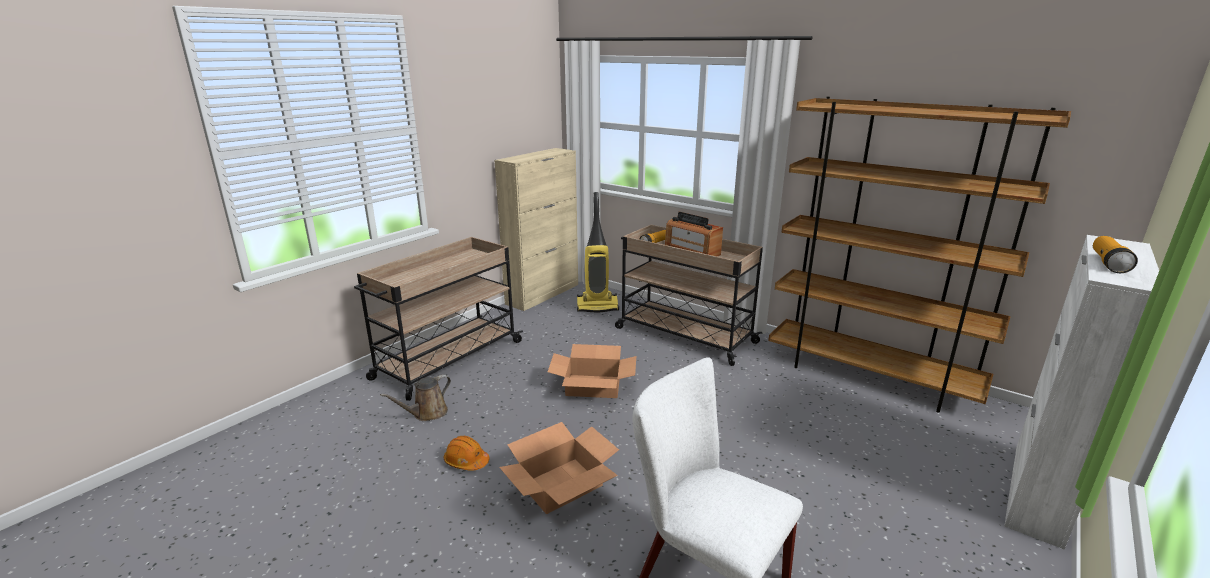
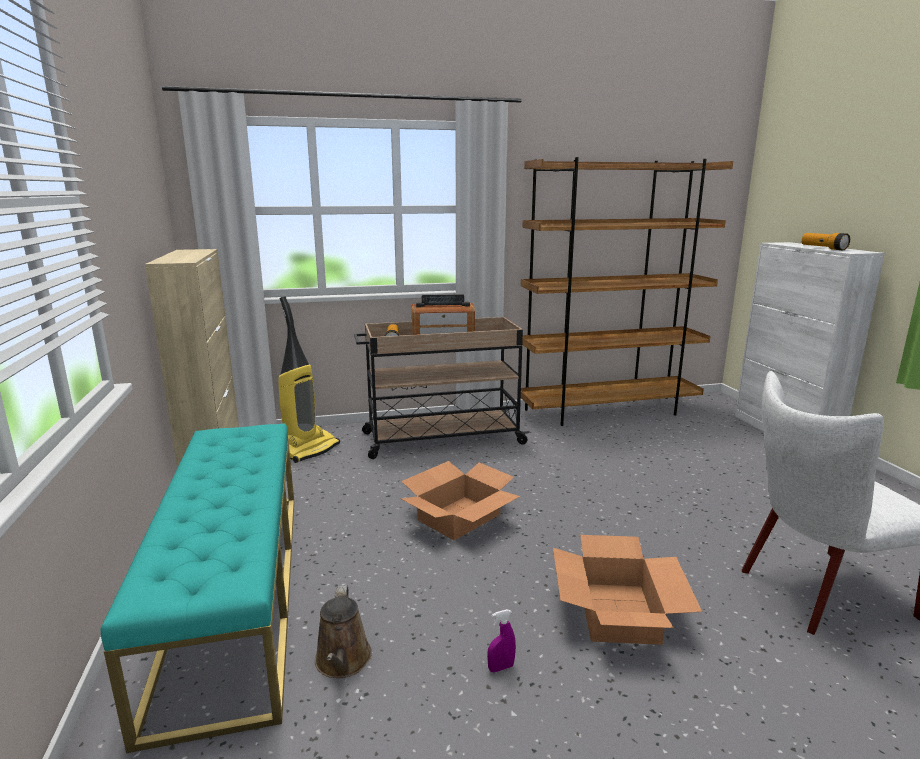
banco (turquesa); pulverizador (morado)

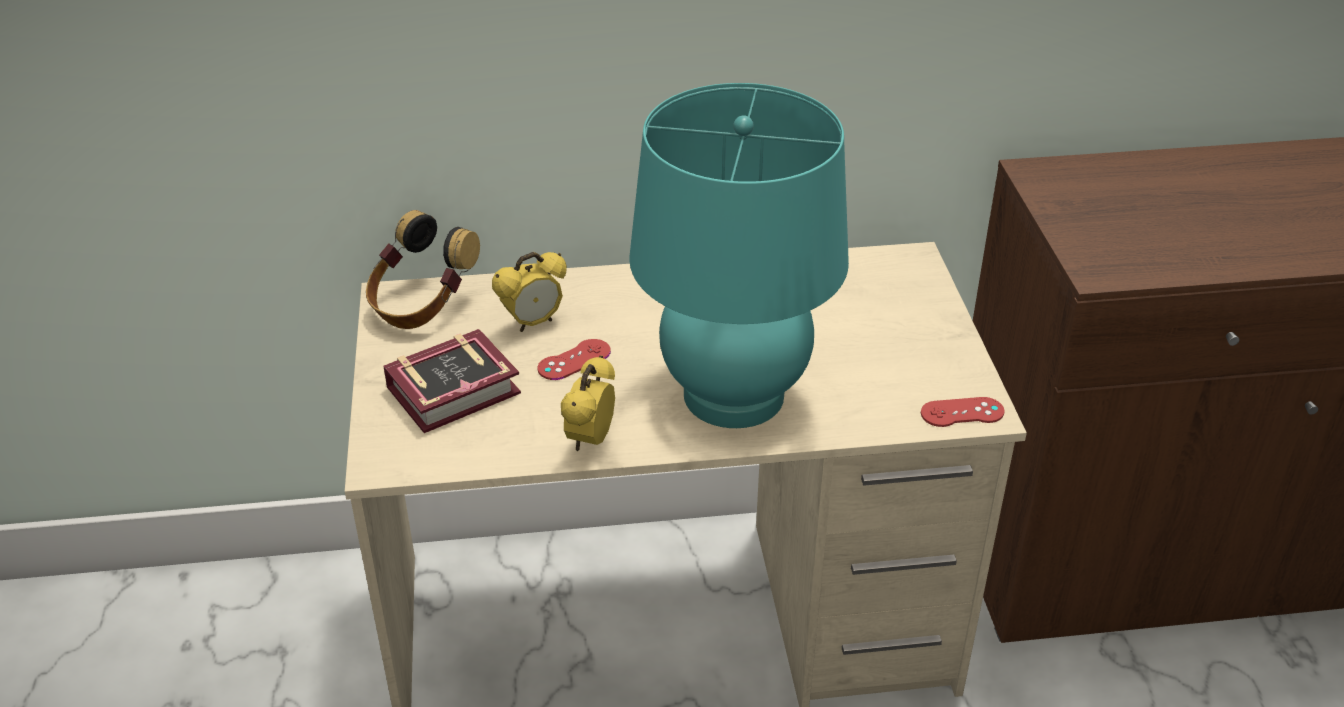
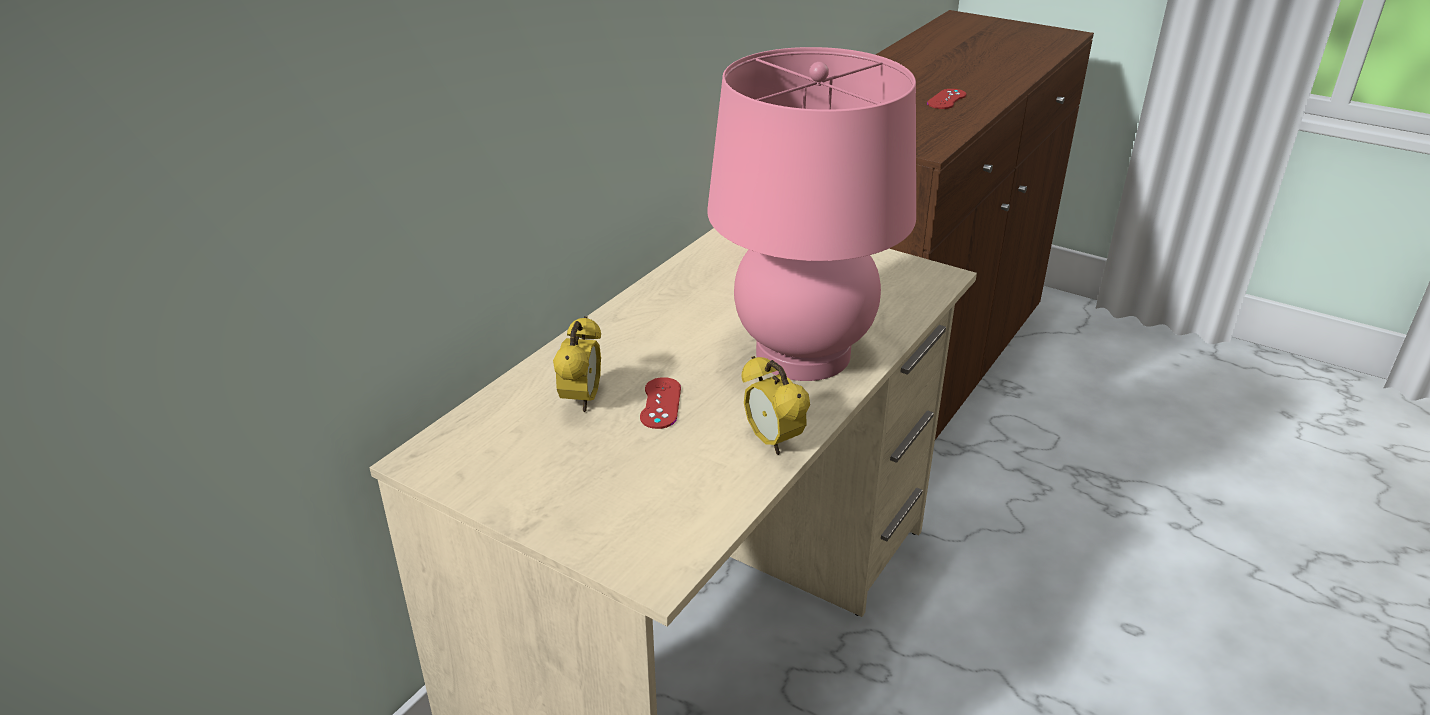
auriculares; libro; lámpara de mesa (rosa); mando de consola (rojo) (2nd from left)

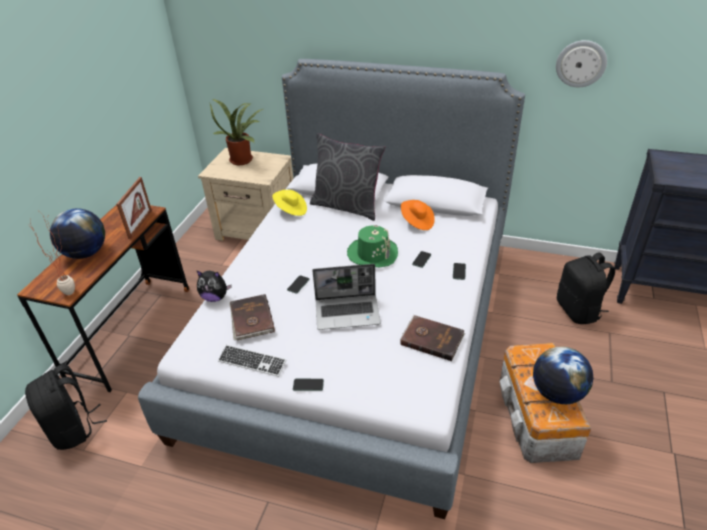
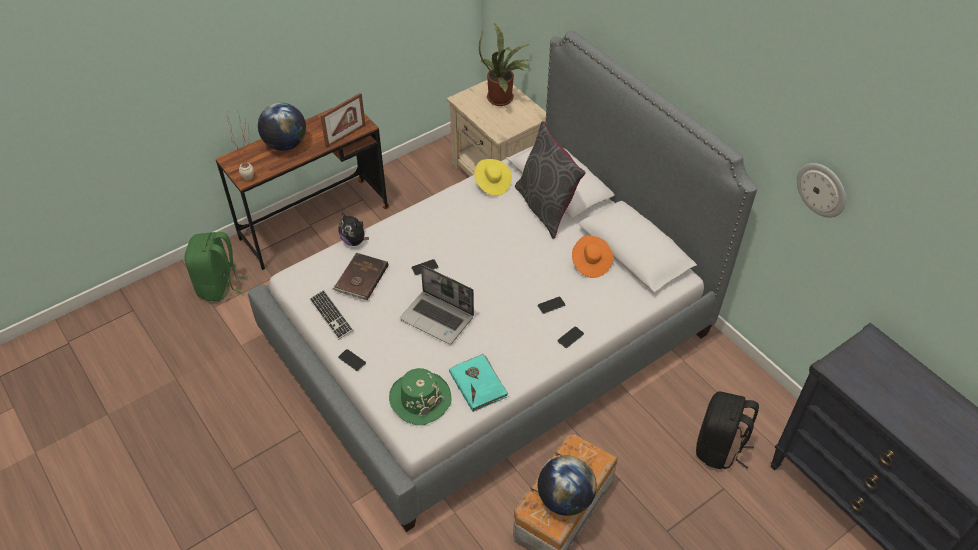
mochila (verde); sombrero (verde); libro (turquesa)

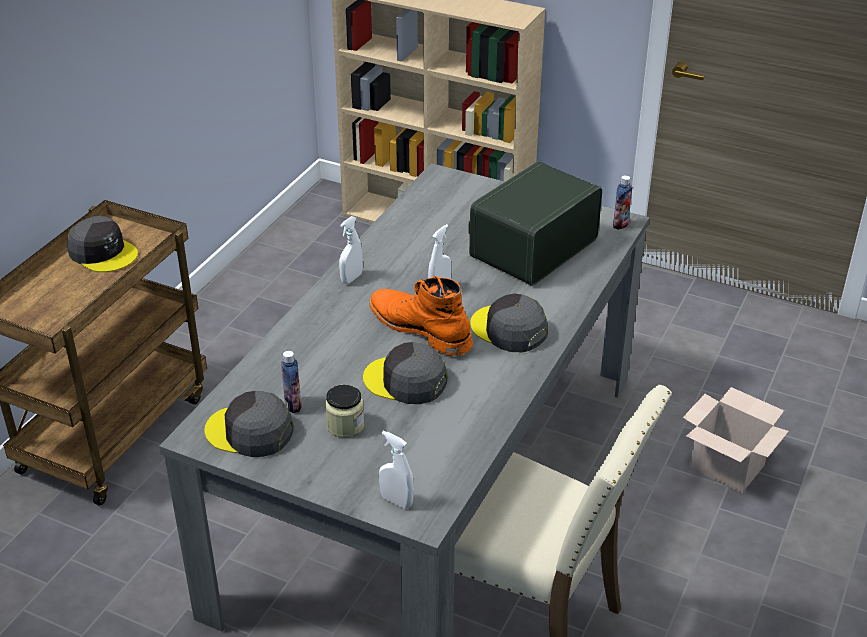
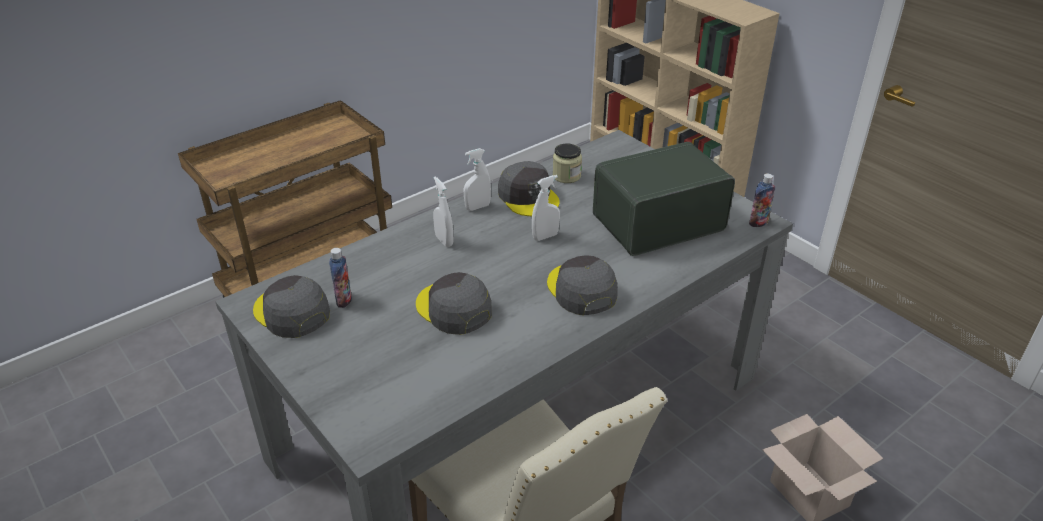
gorra (gris) (3rd from left); tarro; bota (naranja); pulverizador (blanco) (1st from left)

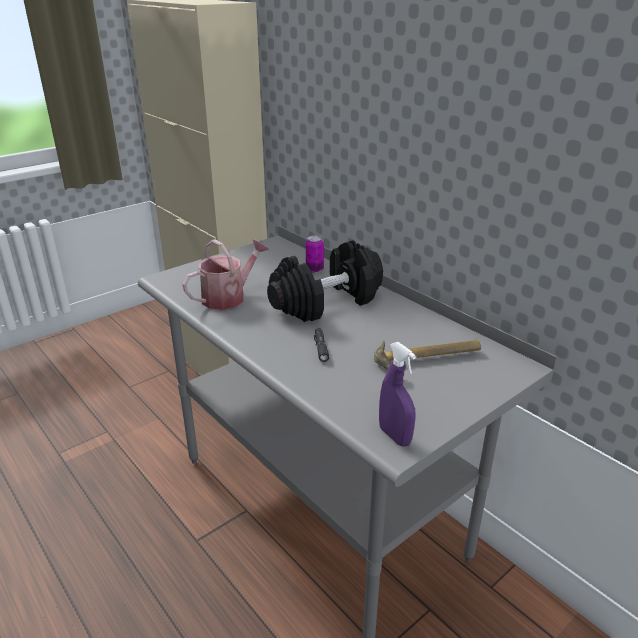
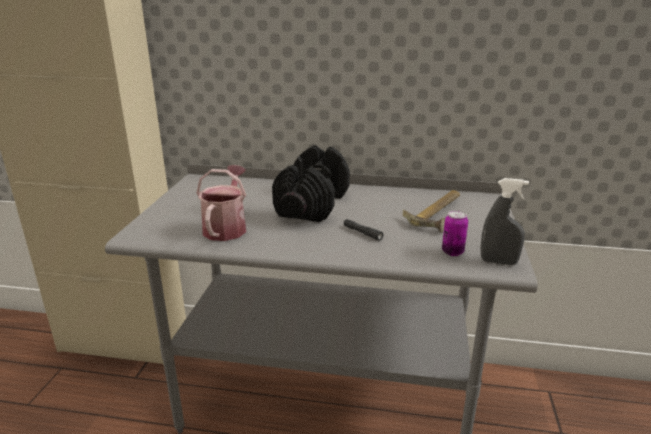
lata; pulverizador (gris)

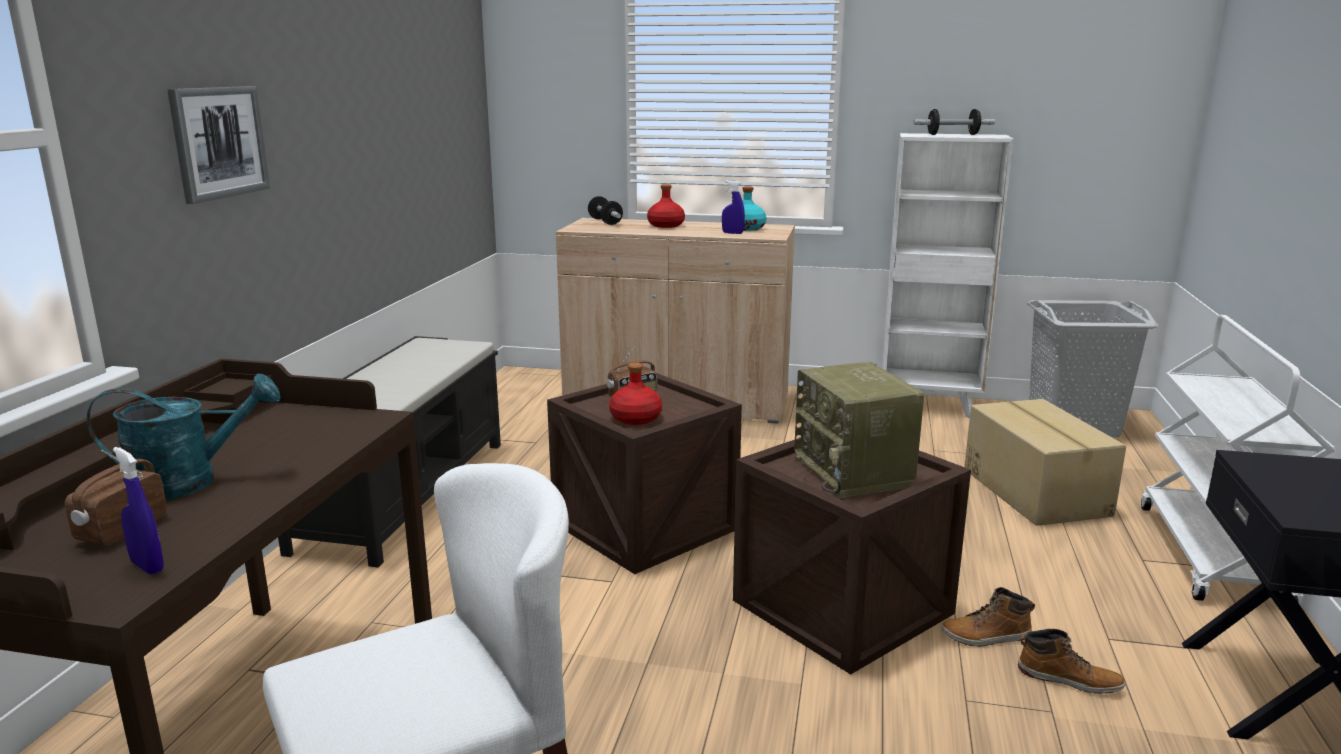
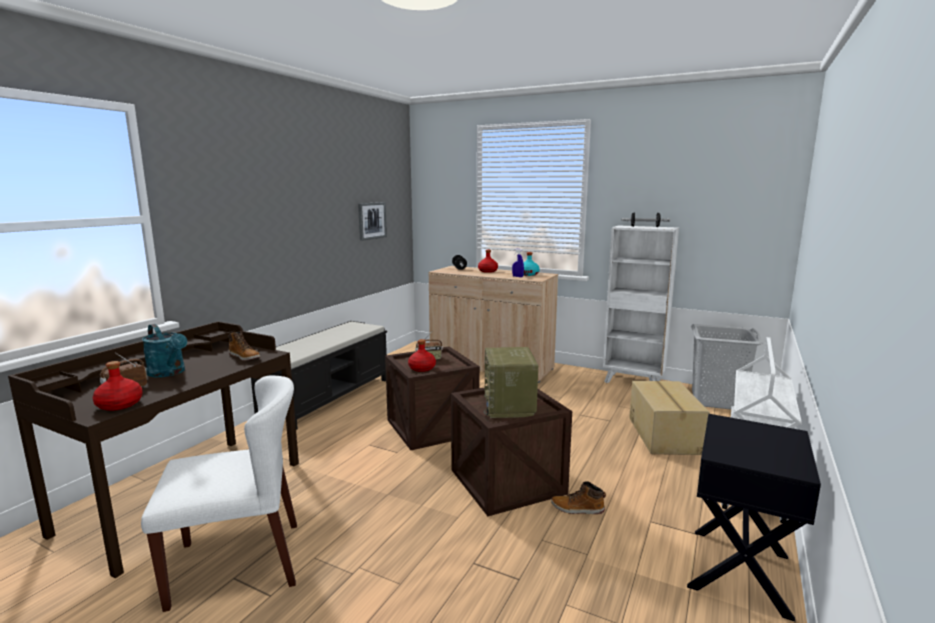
regadera (turquesa); botella (rojo) (1st from left); cuadro; bota (1st from left)

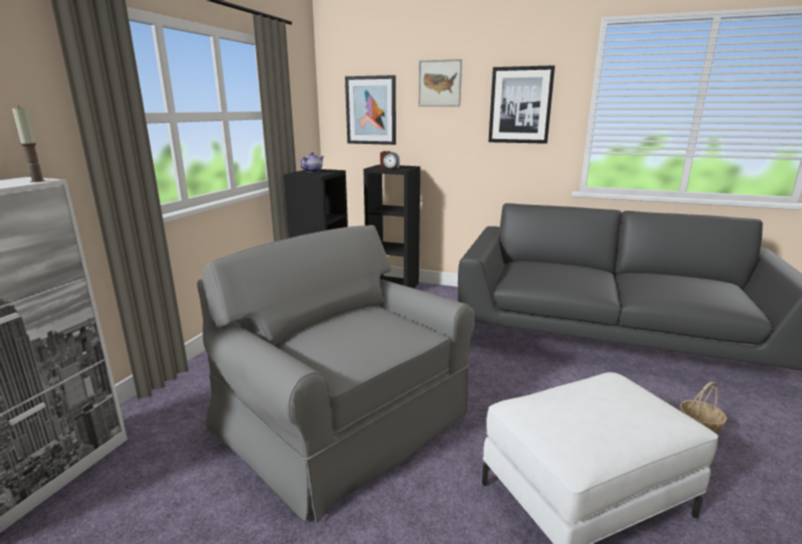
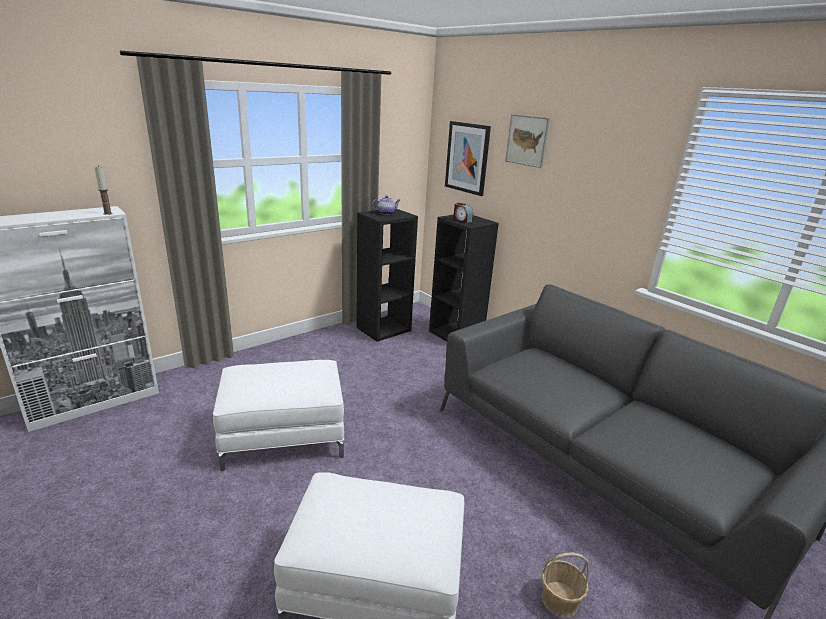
puf (blanco) (1st from left); cuadro (3rd from left in the first image)

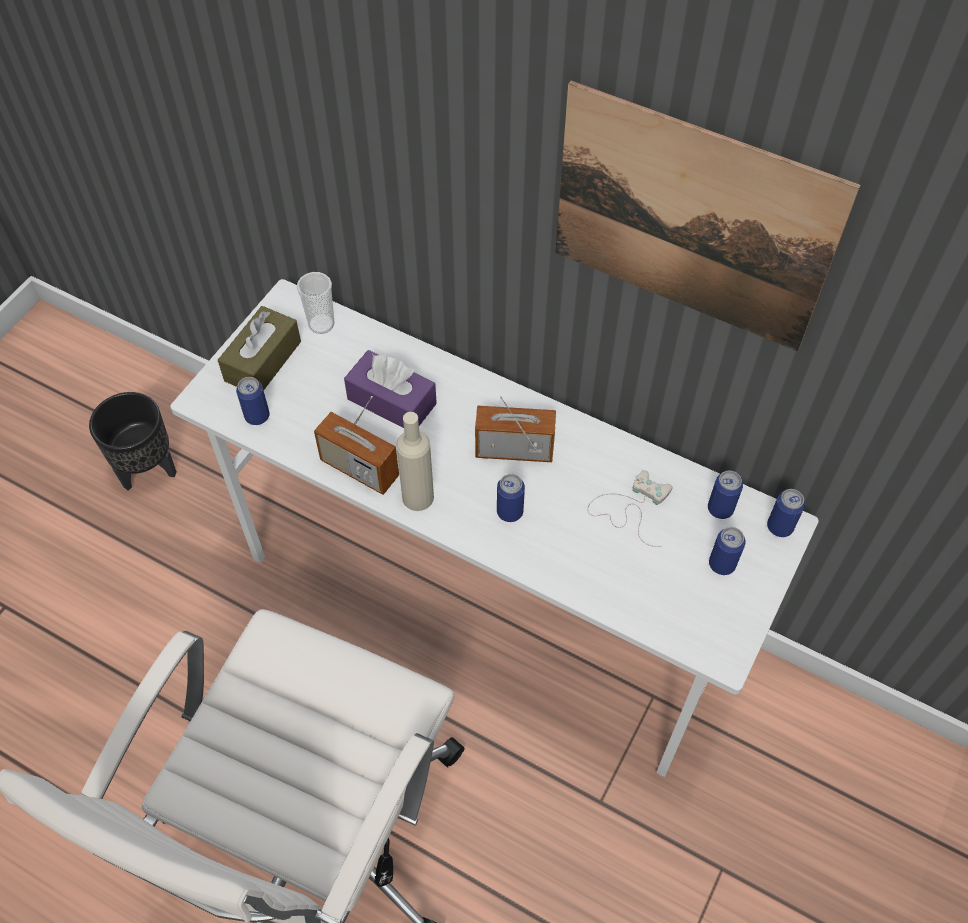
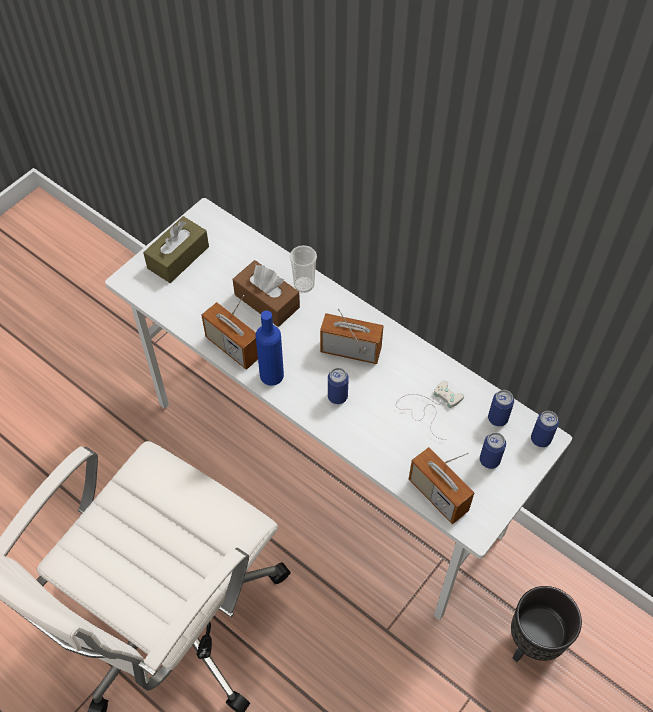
maceta (negro); lata (1st from left in the first image); taza; caja de pañuelos (marrón) (2nd from left); botella (azul); cuadro; radio (3rd from left)

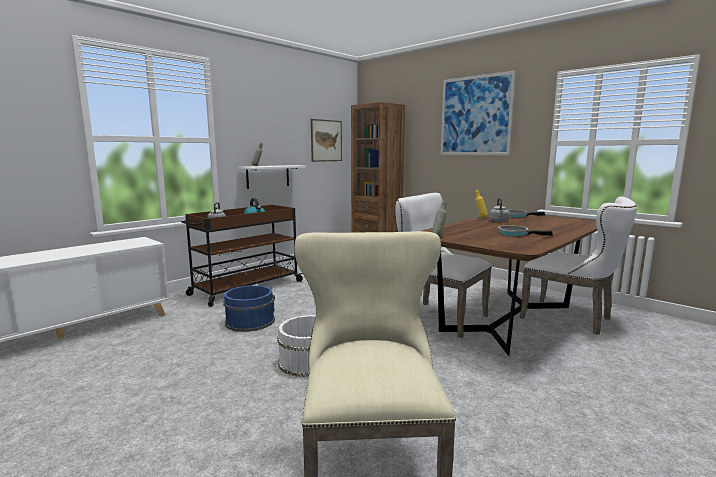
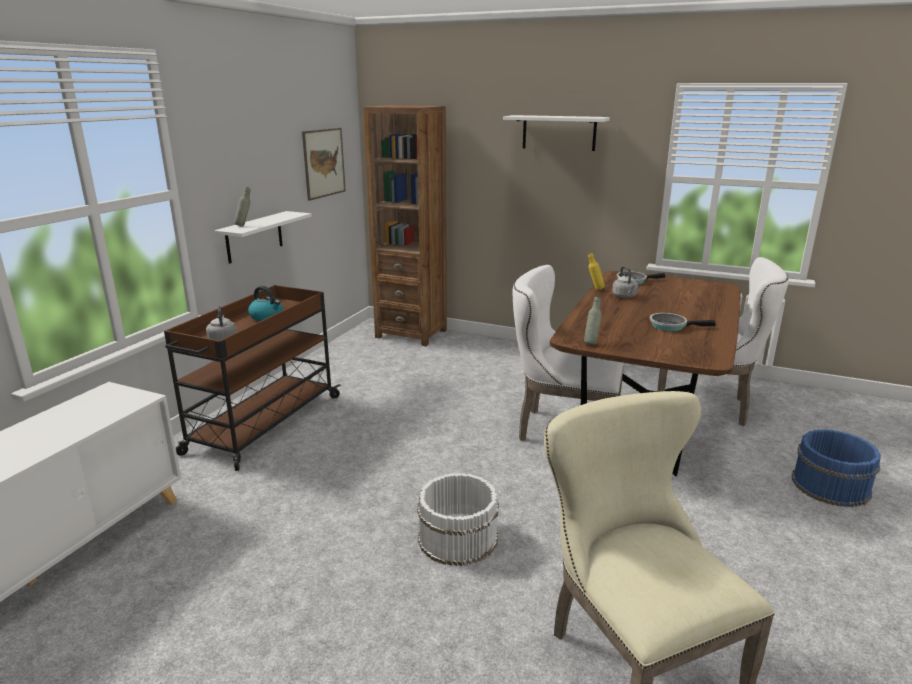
cubo (azul); estante (blanco) (2nd from left)

